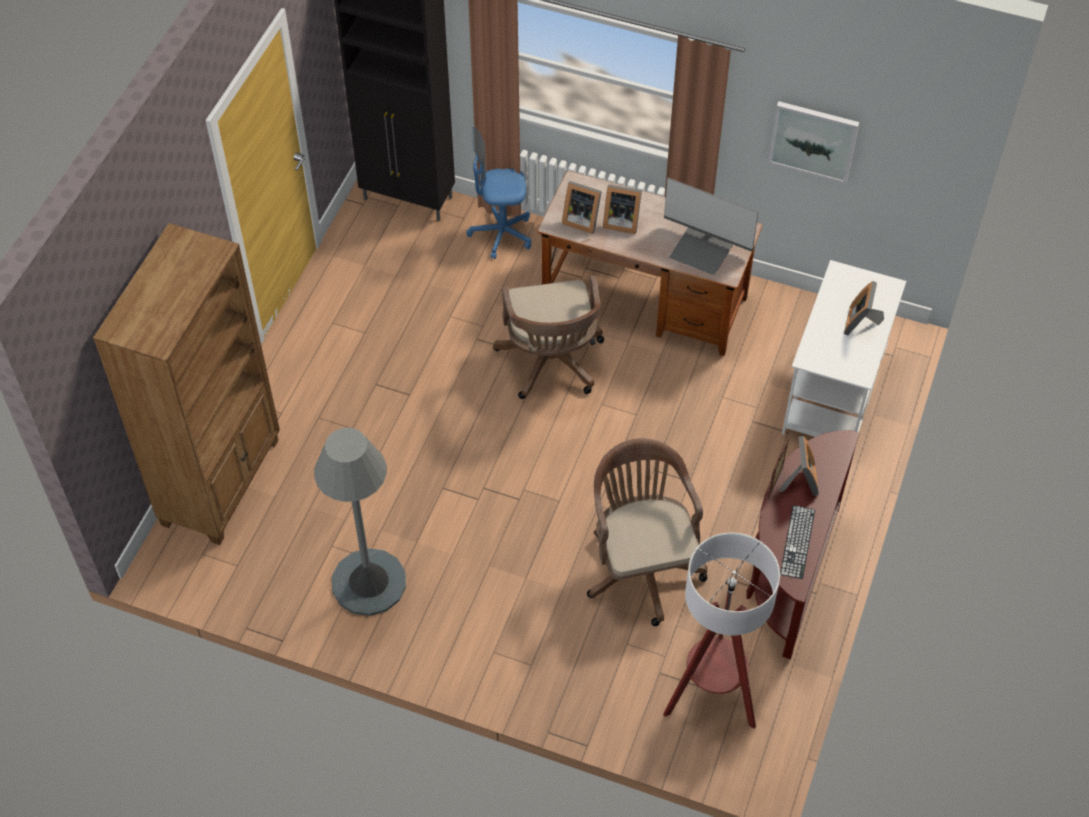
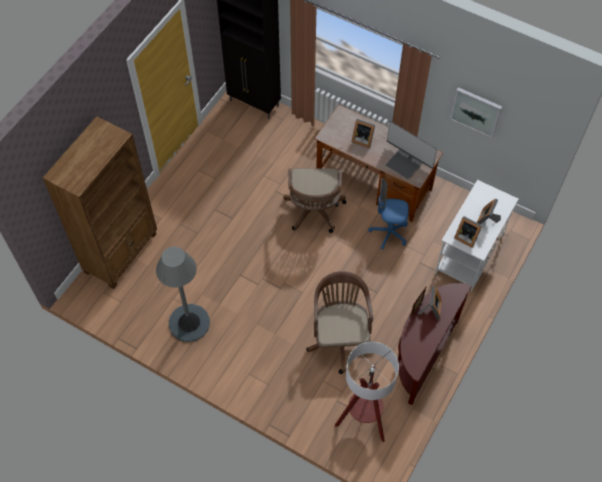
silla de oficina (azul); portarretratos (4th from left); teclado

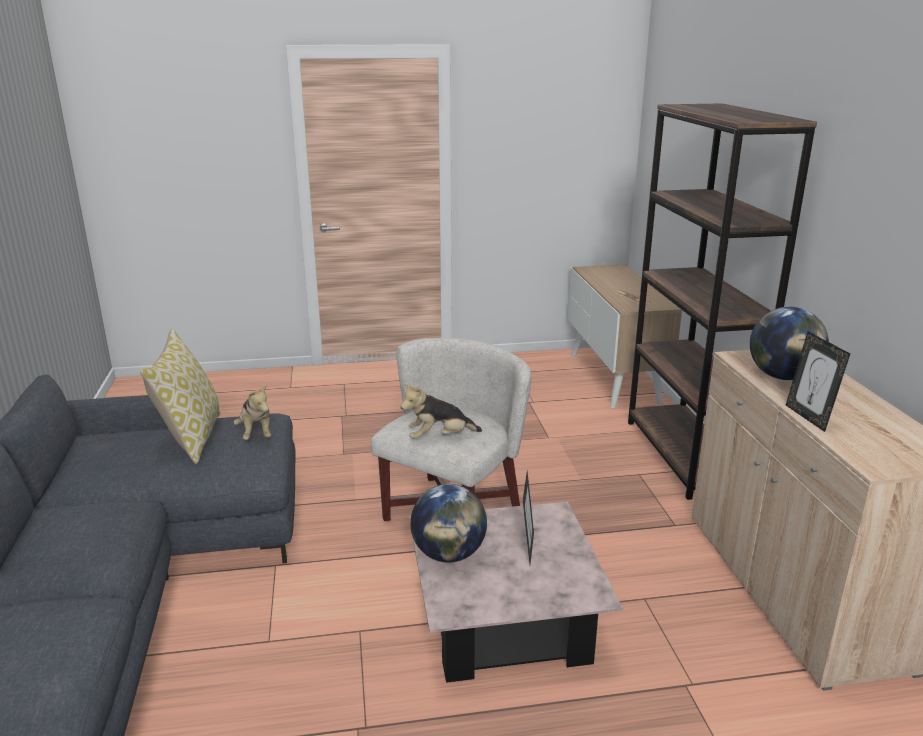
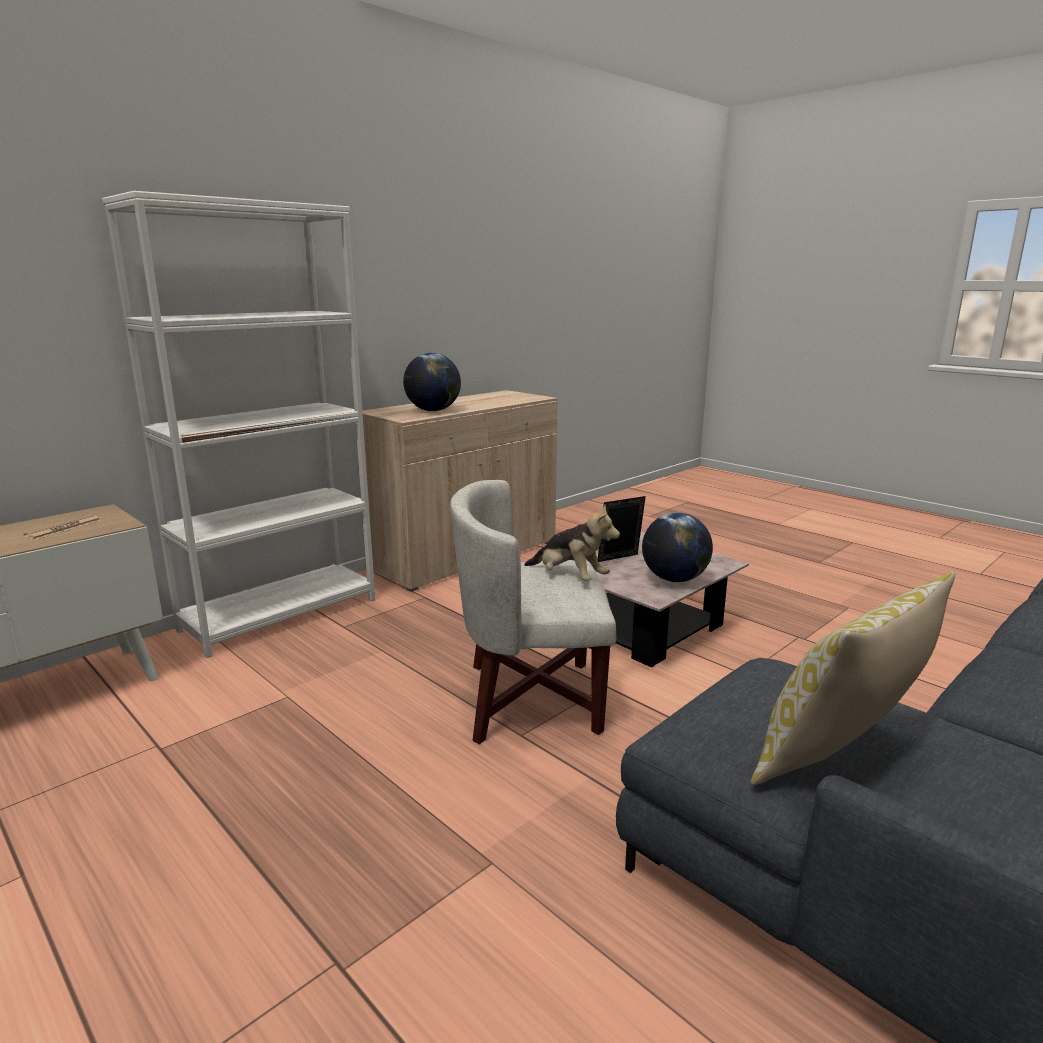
peluche (1st from left in the first image); estantería (blanco); portarretratos (2nd from left in the first image)

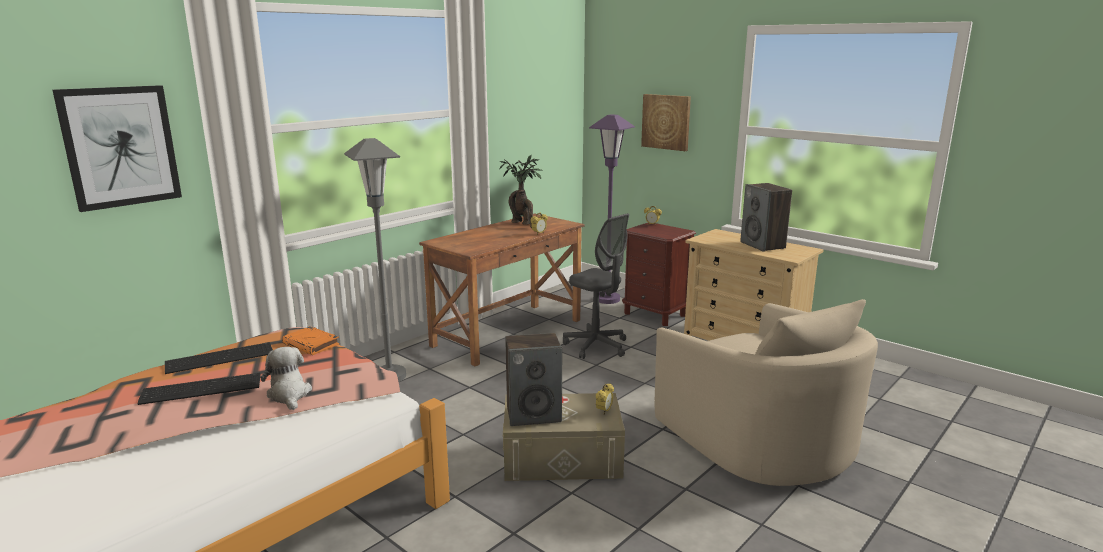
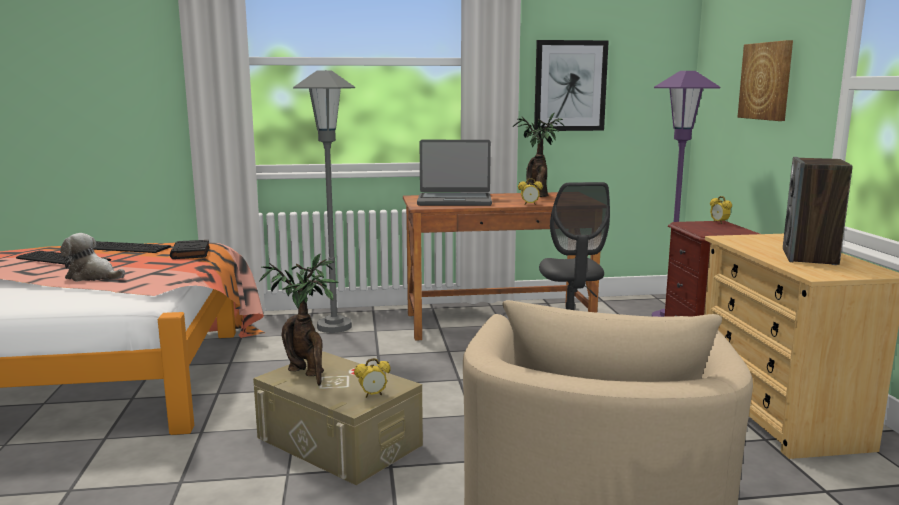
cuadro (1st from left); peluche; libro (negro); planta en maceta (1st from left); portátil

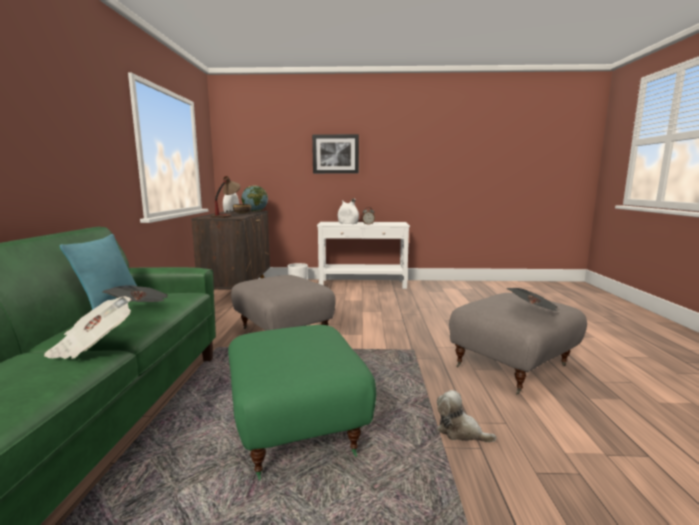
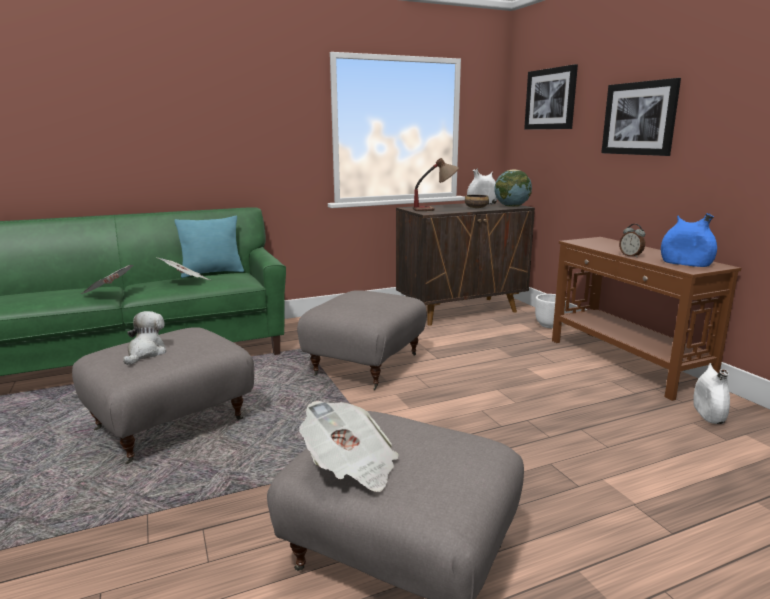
puf (gris) (1st from left); mesa consola (marrón); florero (blanco) (2nd from left); peluche; cuadro (1st from left); florero (azul)

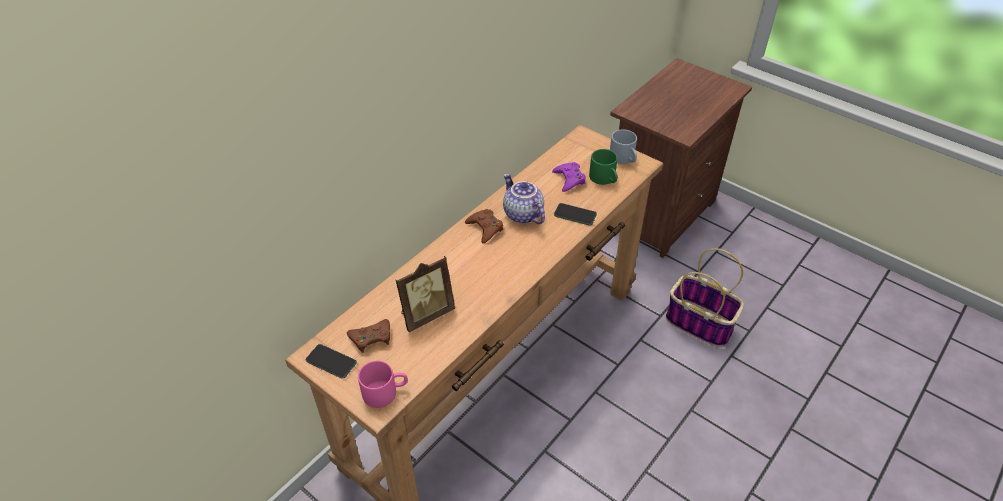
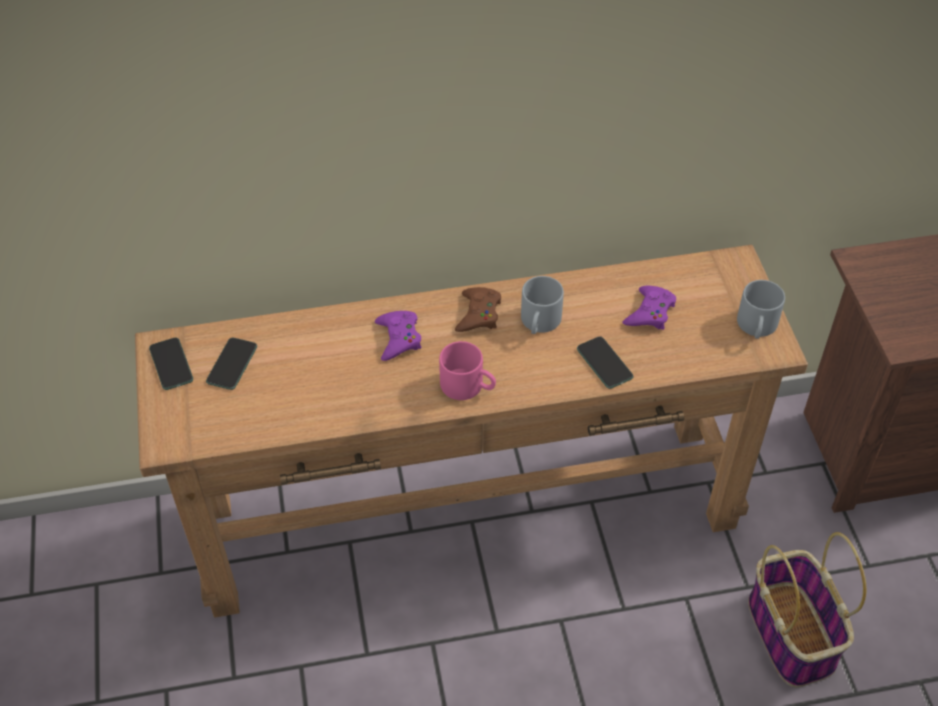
móvil (2nd from left); taza grande (rosa); portarretratos; taza grande (gris) (1st from left); taza grande (verde); mando de consola (morado) (1st from left)

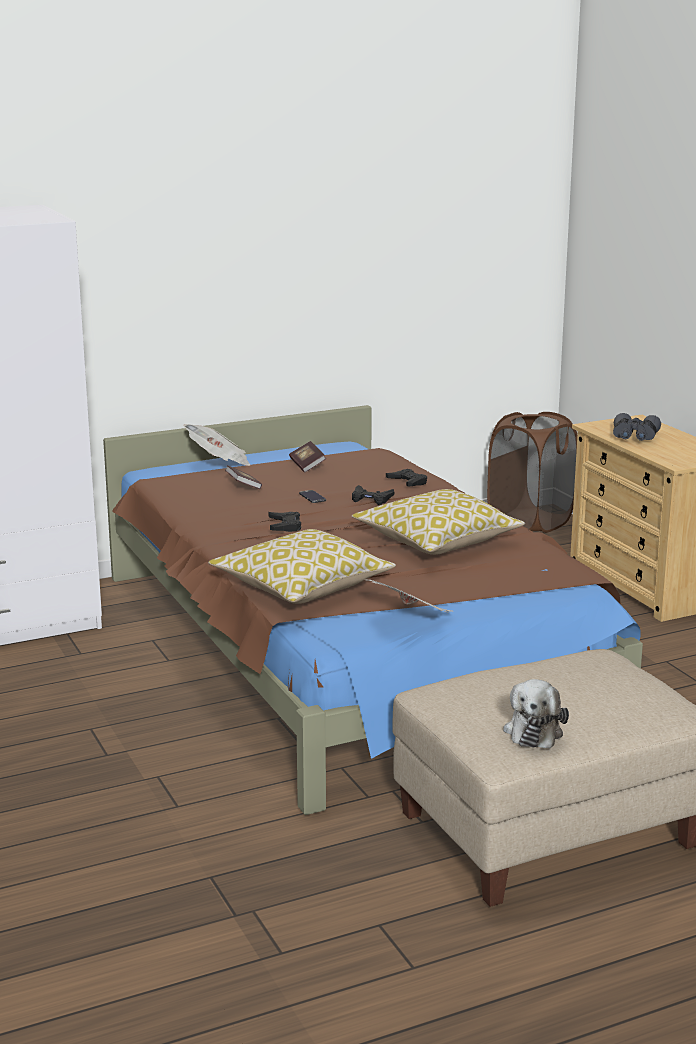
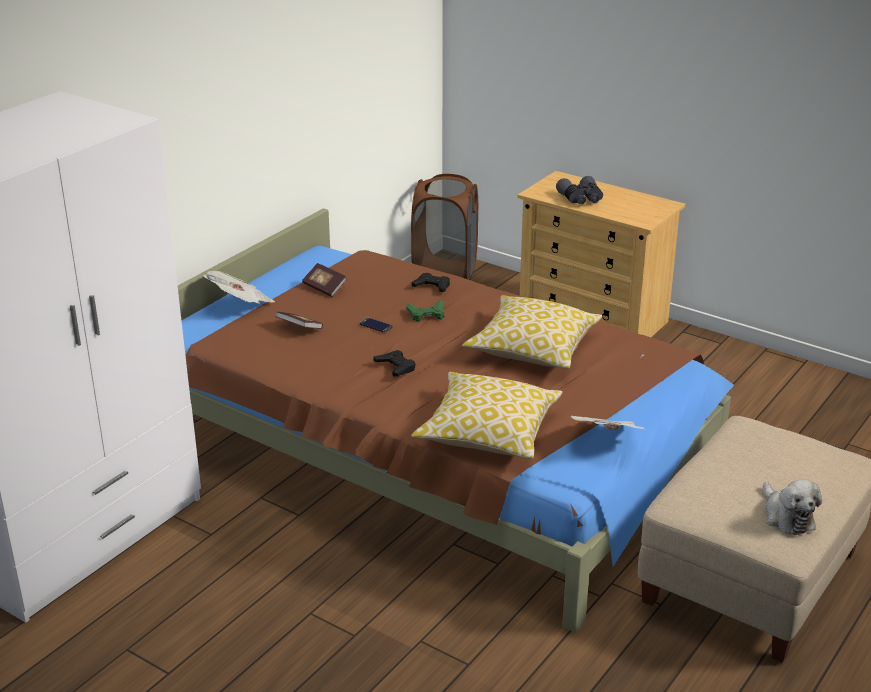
mando de consola (verde)

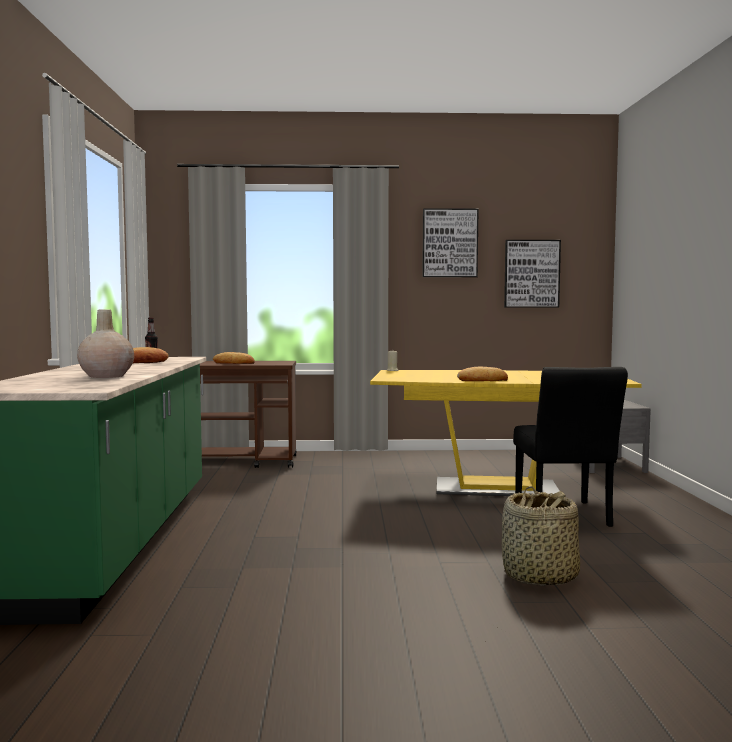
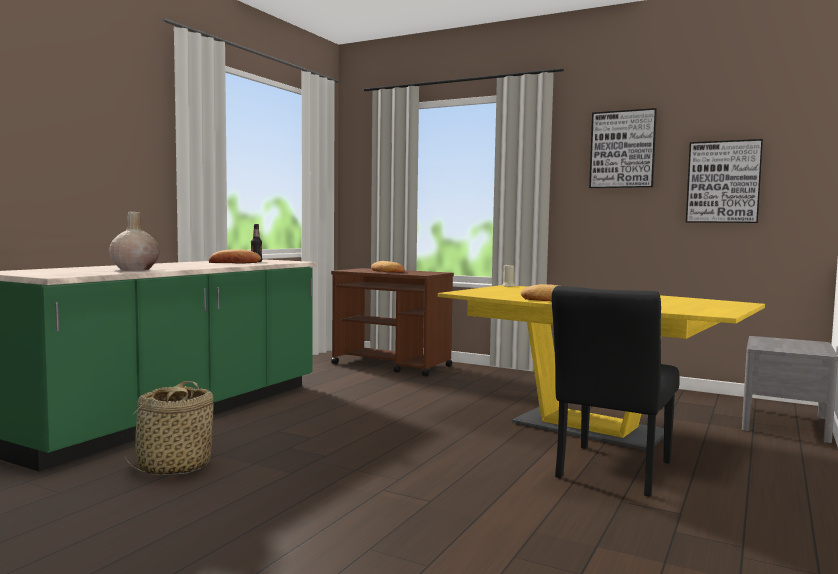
cesta

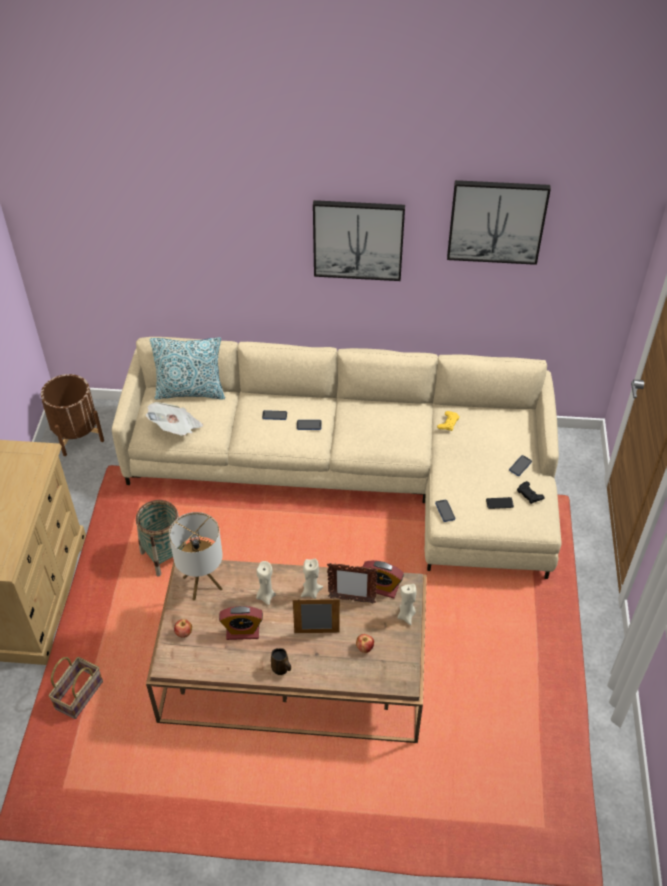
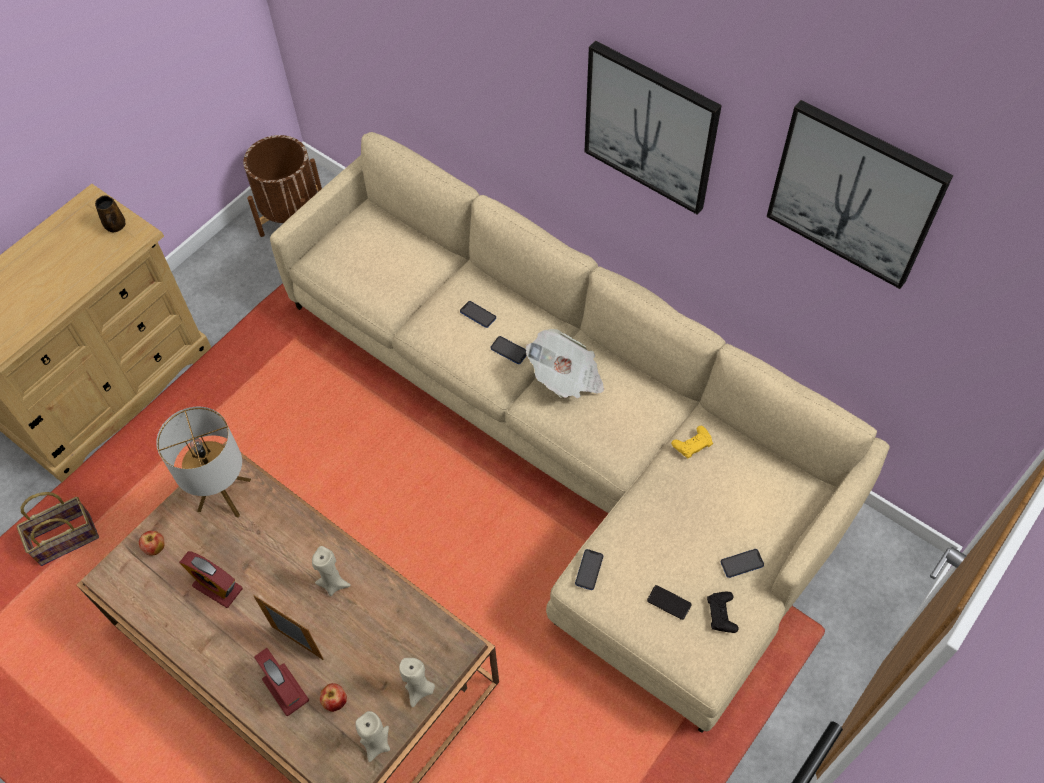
cesta (2nd from left in the first image); periódico; cojín; vela (beis) (2nd from left); taza grande (marrón); portarretratos (2nd from left in the first image); despertador (2nd from left)

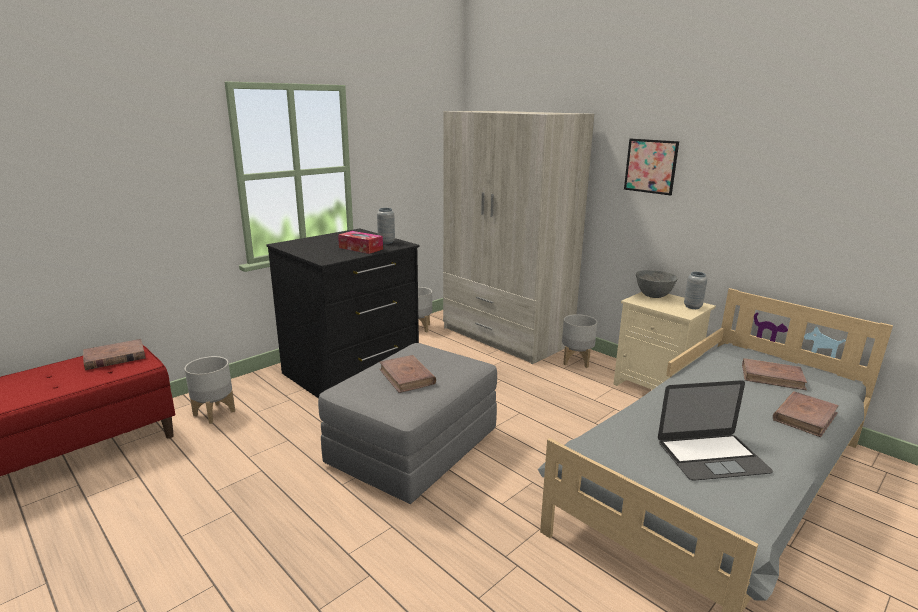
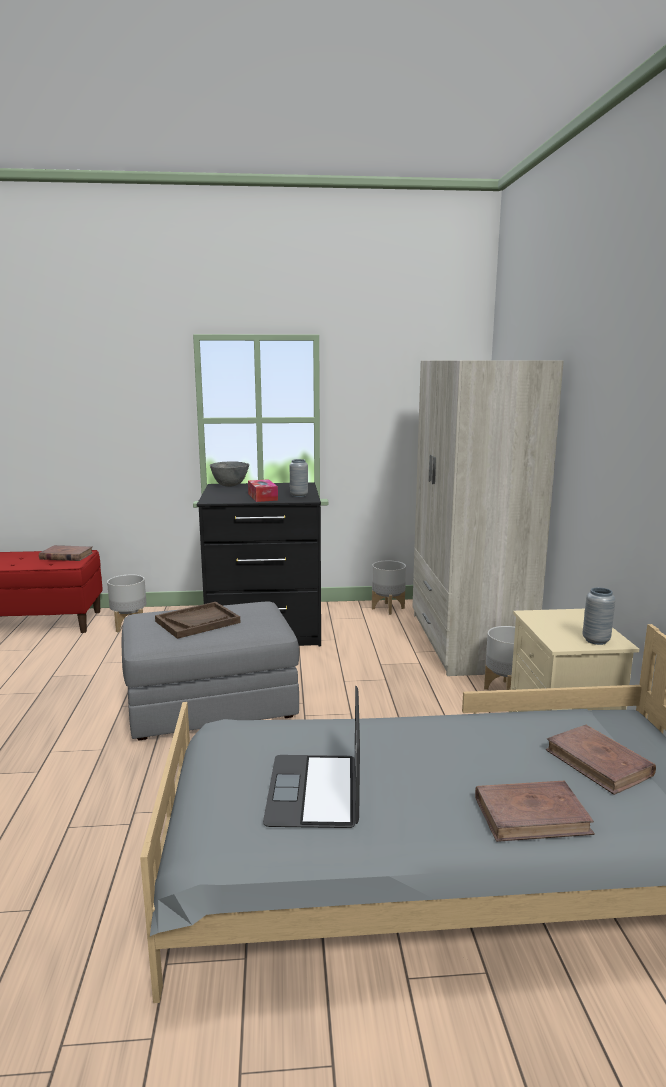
bandeja (marrón); cuadro; cuenco (gris); portátil

